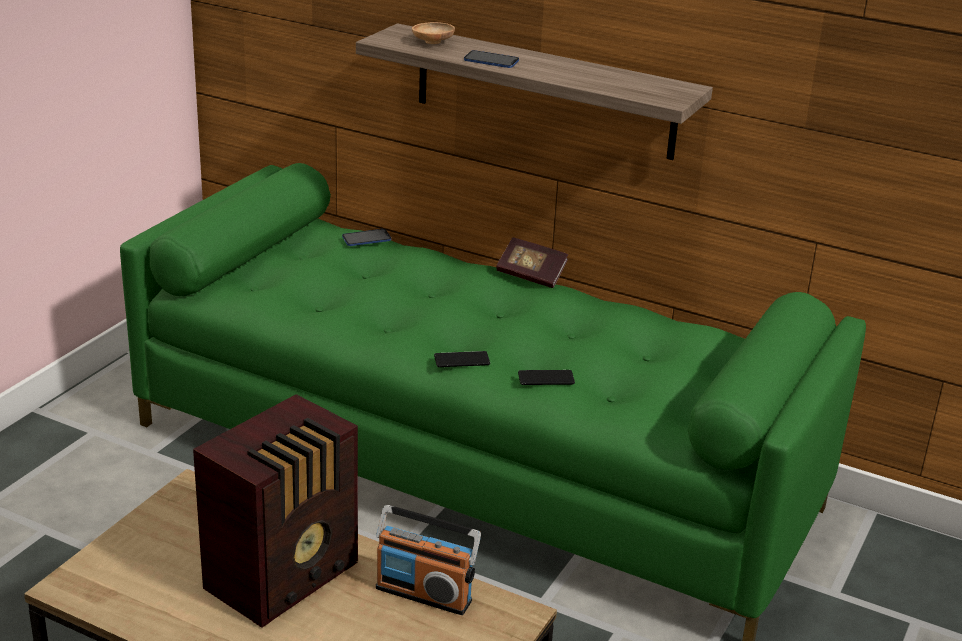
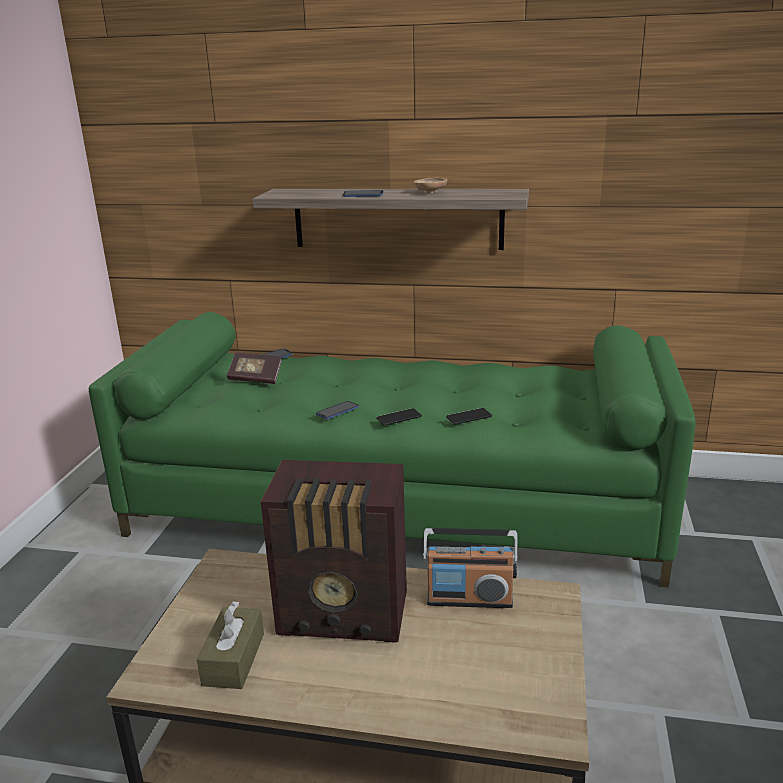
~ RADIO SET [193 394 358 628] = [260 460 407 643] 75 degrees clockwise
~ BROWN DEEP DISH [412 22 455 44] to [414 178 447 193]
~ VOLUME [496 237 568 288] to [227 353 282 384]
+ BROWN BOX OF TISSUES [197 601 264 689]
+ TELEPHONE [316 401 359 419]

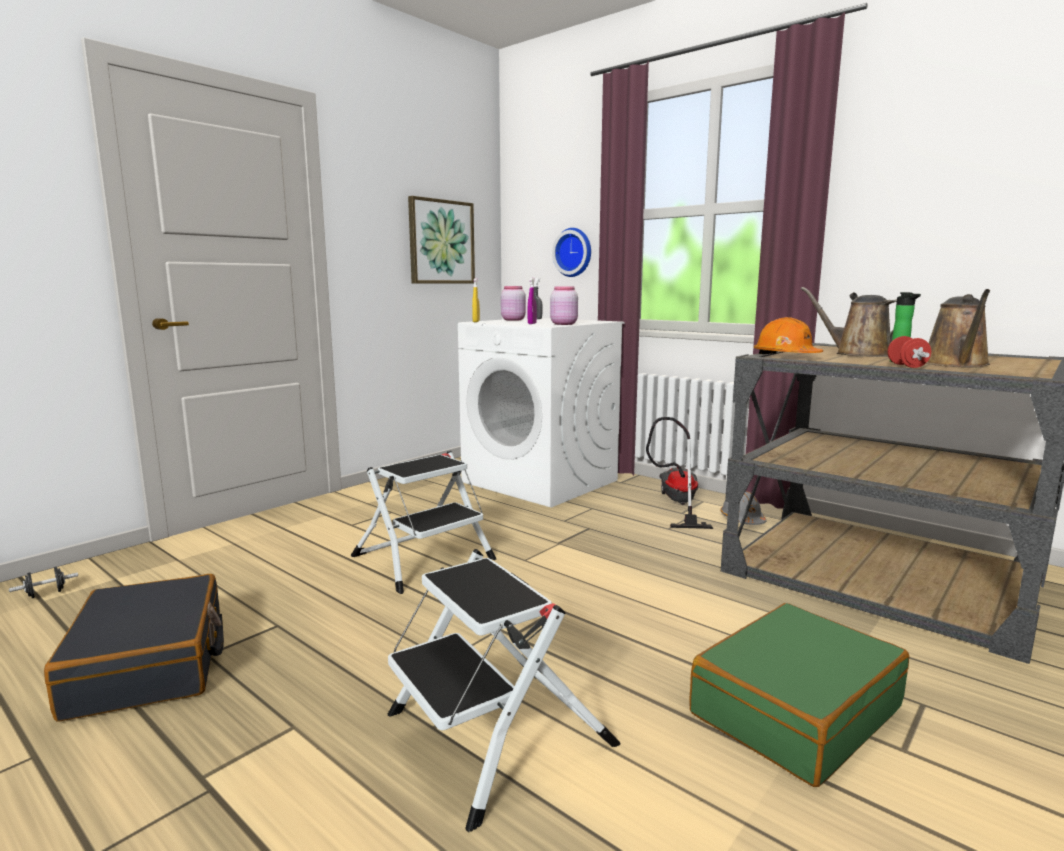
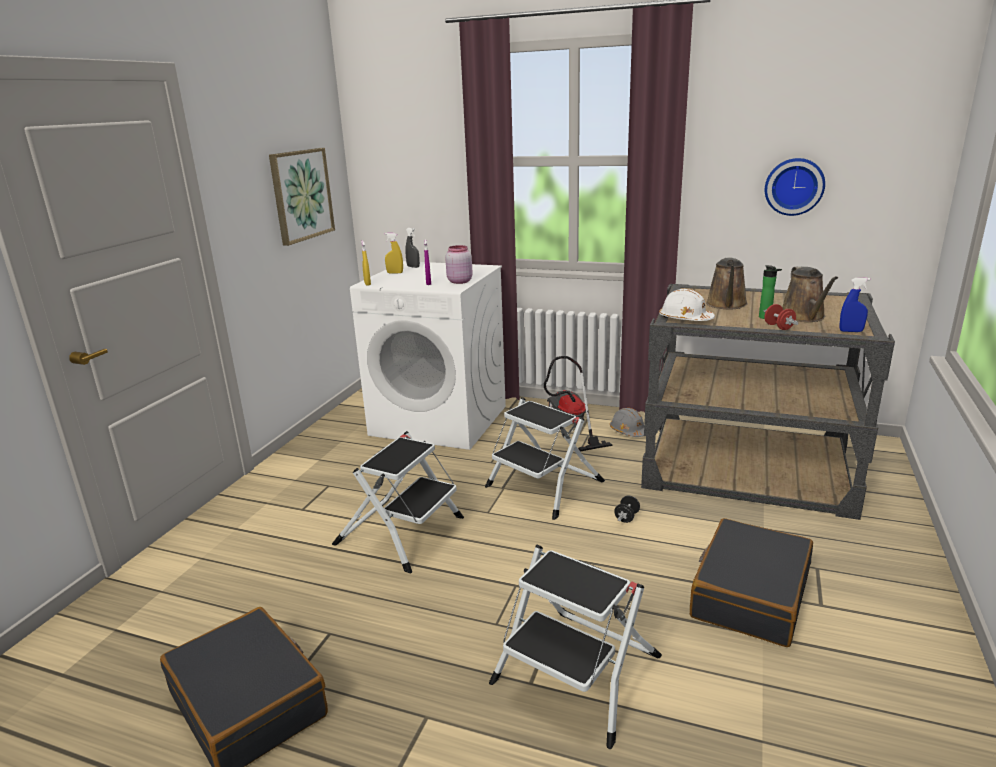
~ BLACK FREE WEIGHT [9 567 78 598] to [614 496 640 523]
~ PINK STORAGE JAR [501 286 526 321] to YELLOW HAND SPRAYER [385 233 403 274]
~ WALL CLOCK [552 228 591 277] to [765 158 825 216]
~ GREENISH TRAVEL CASE [689 603 909 787] to BLACK TRAVEL CASE [690 518 813 647]
~ ORANGE WORK HELMET [754 317 823 354] to WHITE WORK HELMET [659 289 715 321]
~ BROWN WATERING POT [801 287 897 357] = [706 257 748 310] 105 degrees counterclockwise
+ STEPLADDER [485 397 605 520]
+ BLUISH HAND SPRAYER [840 278 870 332]

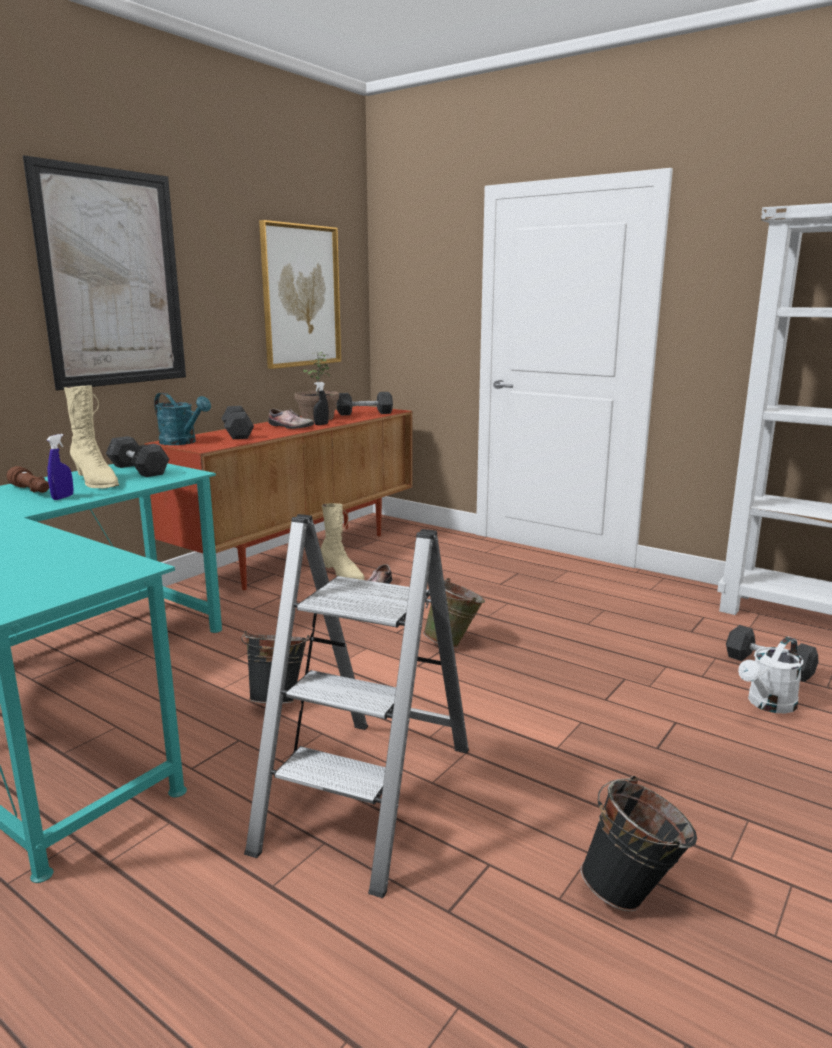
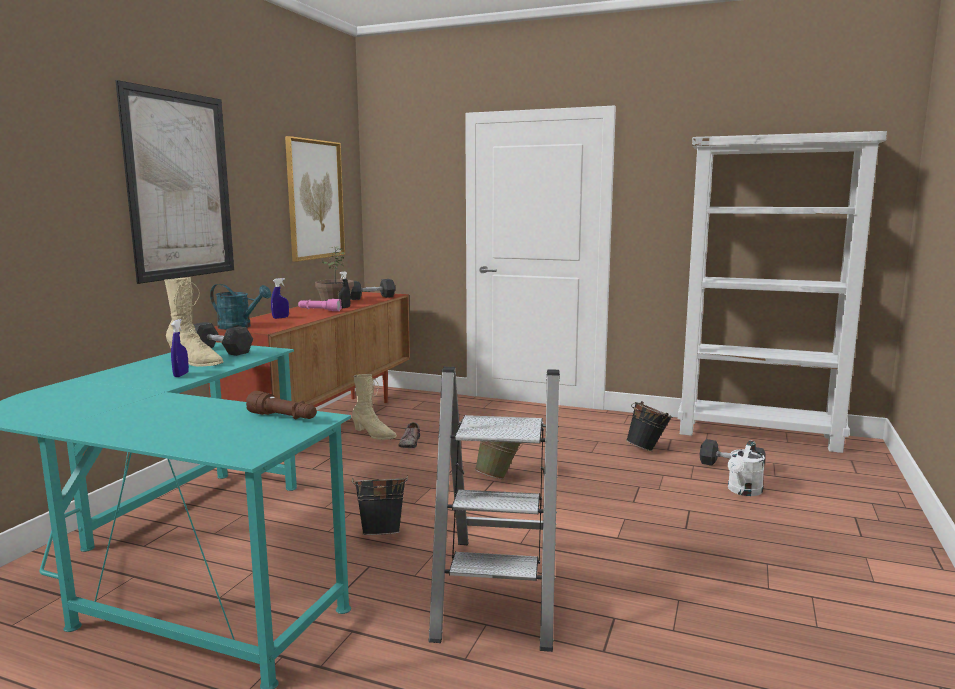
~ BROWN FLASHLIGHT [7 466 49 493] to [246 391 317 419]
~ GREYISH FREE WEIGHT [221 406 254 439] to BLUISH HAND SPRAYER [271 278 289 319]
~ ITEM OF FOOTWEAR [268 409 314 429] to PINK FLASHLIGHT [298 299 342 311]
~ BLACK PAIL [581 776 697 911] to [626 401 673 451]

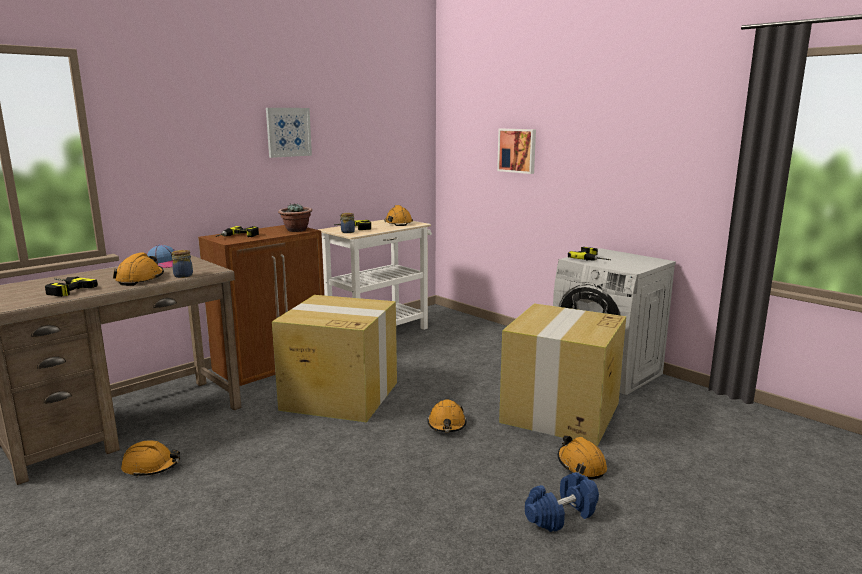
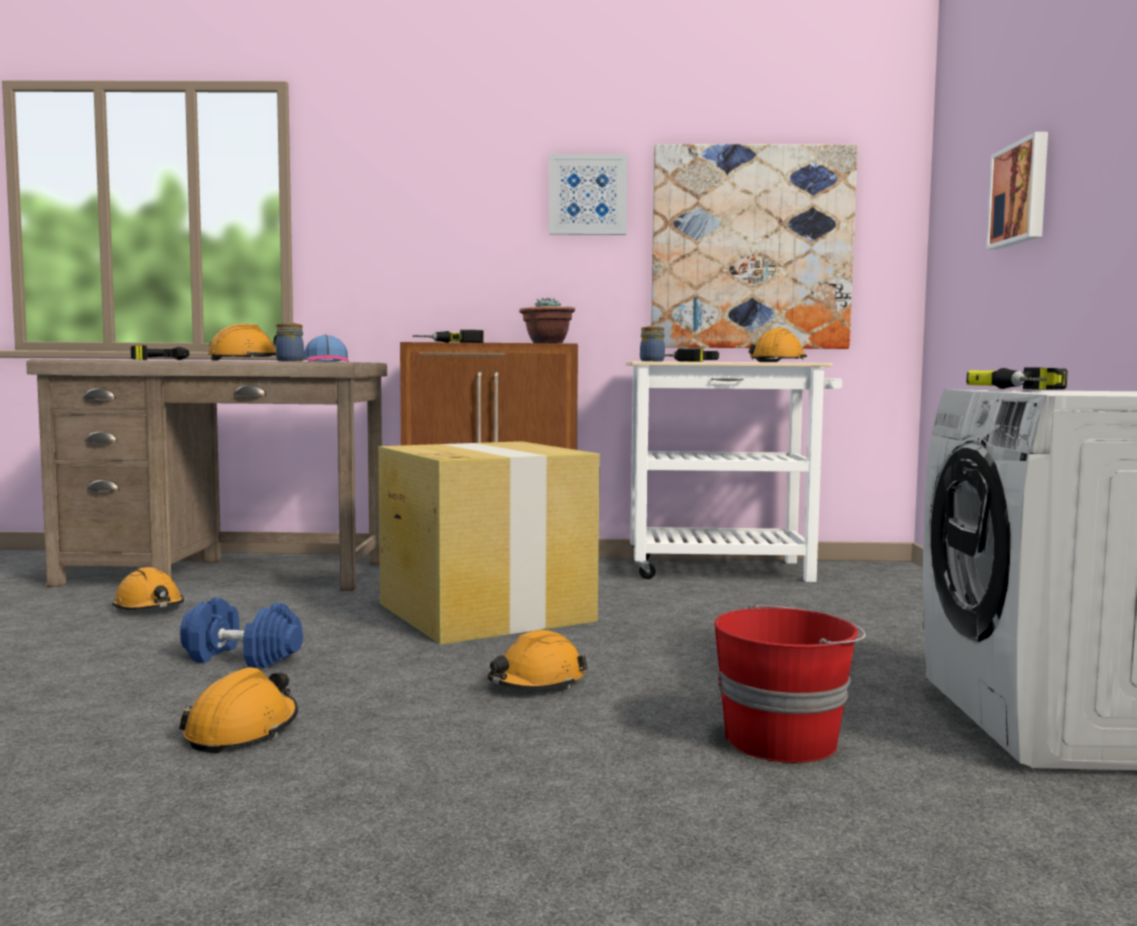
~ CARTON [499 303 626 446] to RED PAIL [714 604 865 763]
~ BLUISH FREE WEIGHT [525 472 599 532] to [180 598 303 668]
~ ORANGE WORK HELMET [558 435 607 479] to [179 667 298 753]
+ WALL PICTURE [651 144 857 349]

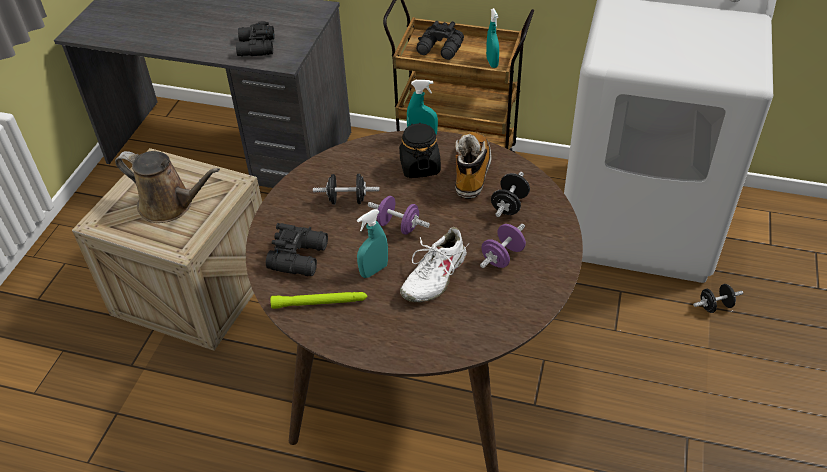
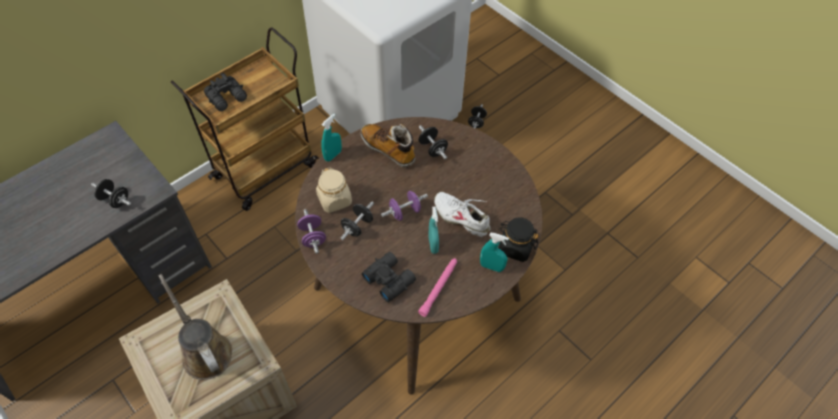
~ BROWN WATERING POT [115 151 220 223] = [159 274 232 380] 90 degrees counterclockwise
~ BLACK BINOCULARS [236 21 275 57] to BLACK FREE WEIGHT [91 179 131 208]
~ GREENISH FLASHLIGHT [271 292 367 309] to PINK FLASHLIGHT [418 258 457 317]
~ BLACK STORAGE JAR [399 123 441 178] to [498 217 539 262]
~ WHITE ITEM OF FOOTWEAR [400 227 468 302] = [434 192 490 237] 150 degrees clockwise
~ PURPLISH FREE WEIGHT [480 224 526 268] to [297 209 326 254]
~ TURQUOISE HAND SPRAYER [486 8 499 68] to [480 233 509 272]
+ BEIGE STORAGE JAR [316 168 352 213]

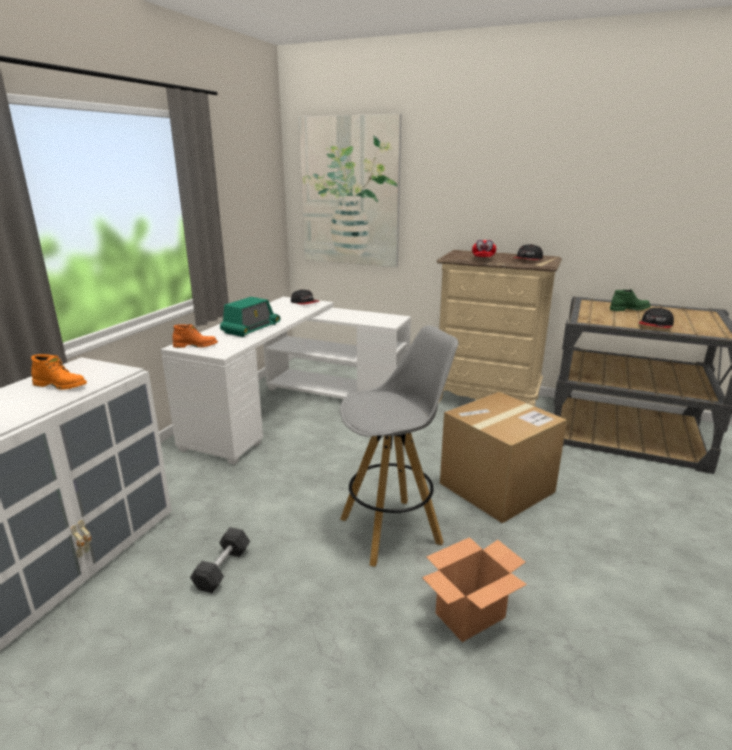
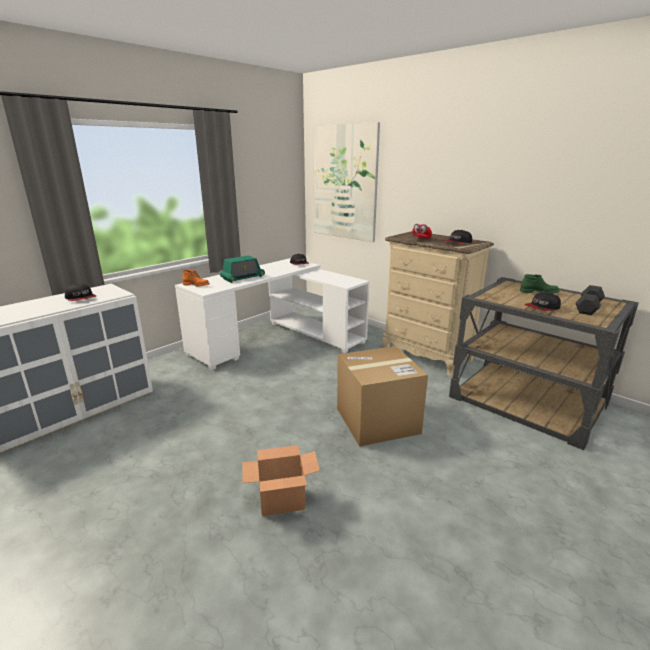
~ ORANGE BOOT [31 354 87 390] to BASEBALL CAP [65 283 96 301]
~ BLACK FREE WEIGHT [190 527 250 593] to [575 285 605 315]
- GREYISH SITTING STOOL [340 325 459 567]

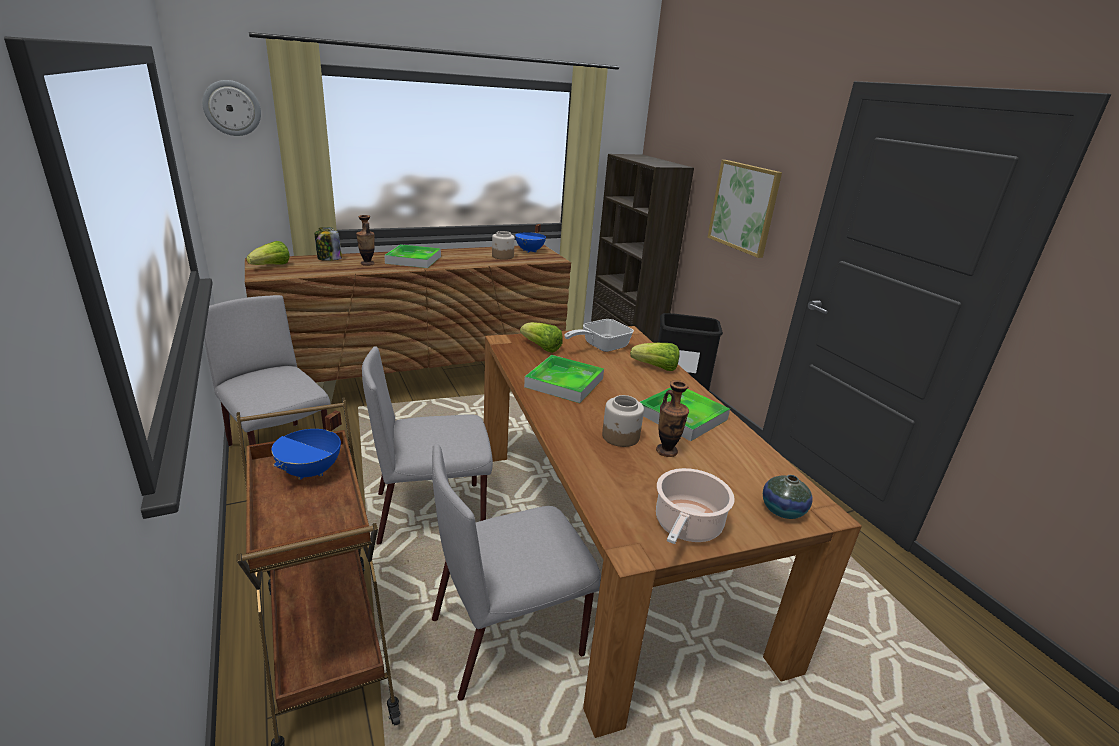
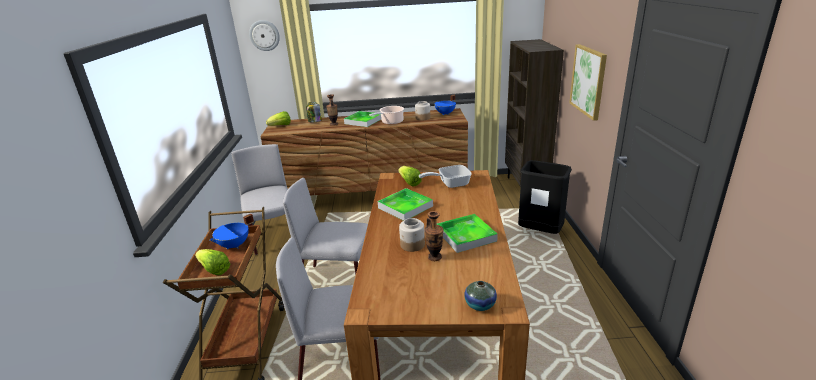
~ LETTUCE HEAD [630 343 680 371] to [195 249 230 275]
~ SAUCEPOT [656 468 735 544] to [369 106 404 125]

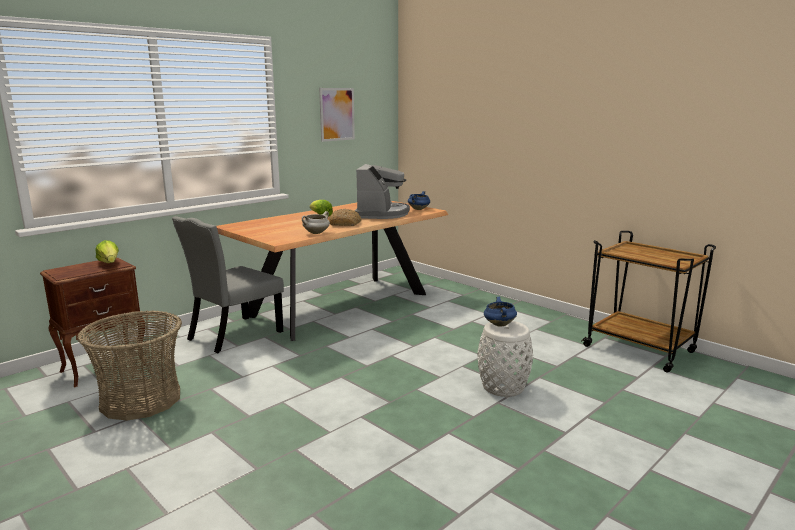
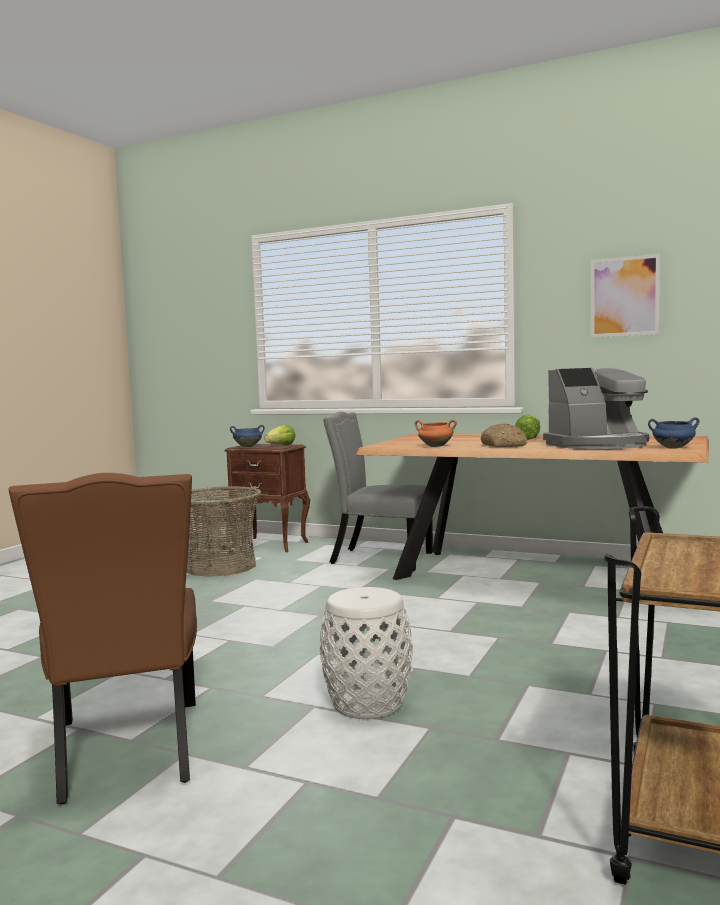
~ WHITE SAUCEPOT [302 211 330 234] to ORANGE SAUCEPOT [415 419 457 447]
~ BLUISH SAUCEPOT [484 297 517 327] to [230 425 265 447]
+ BROWN UPRIGHT CHAIR [8 473 197 805]

